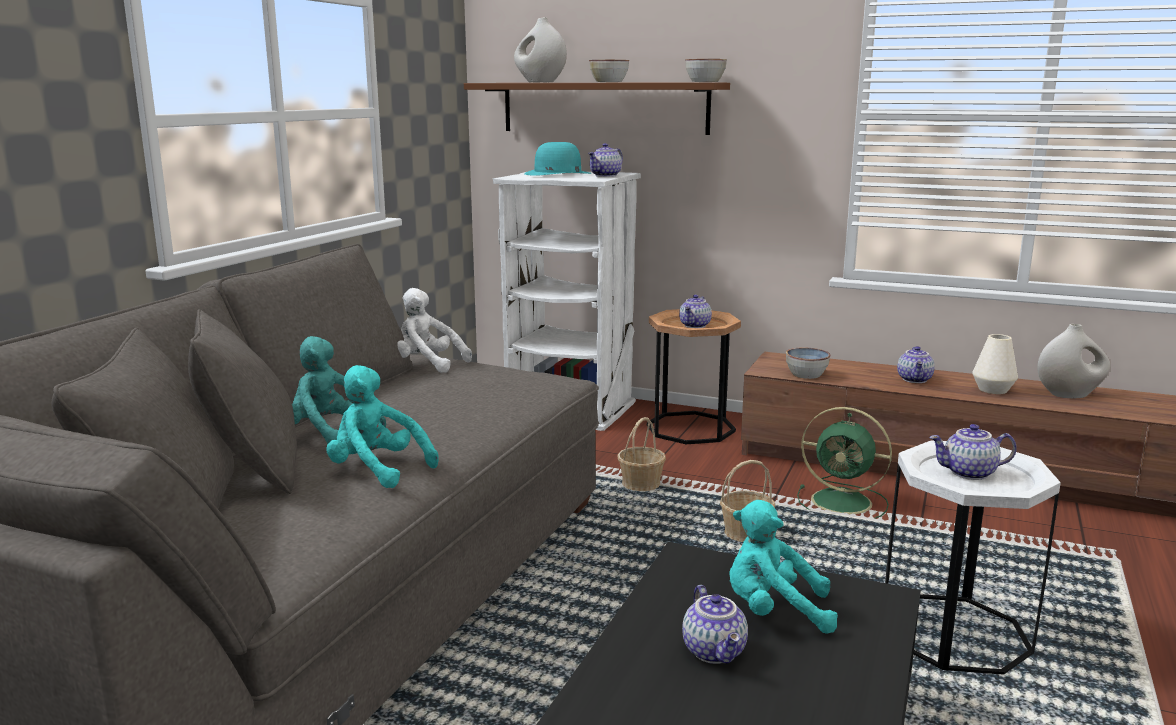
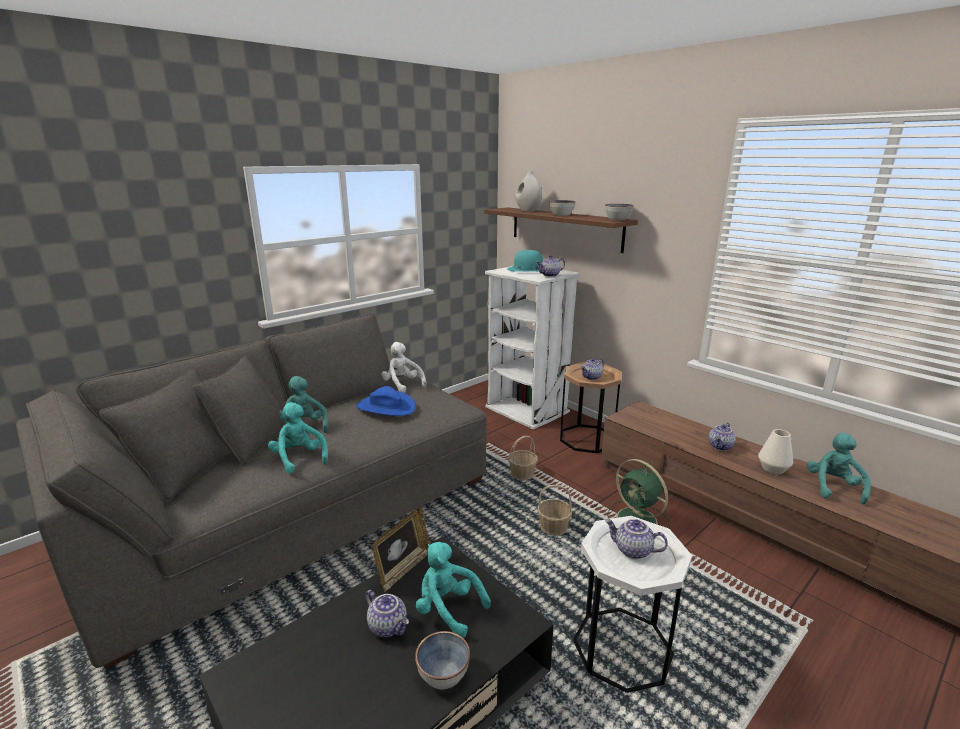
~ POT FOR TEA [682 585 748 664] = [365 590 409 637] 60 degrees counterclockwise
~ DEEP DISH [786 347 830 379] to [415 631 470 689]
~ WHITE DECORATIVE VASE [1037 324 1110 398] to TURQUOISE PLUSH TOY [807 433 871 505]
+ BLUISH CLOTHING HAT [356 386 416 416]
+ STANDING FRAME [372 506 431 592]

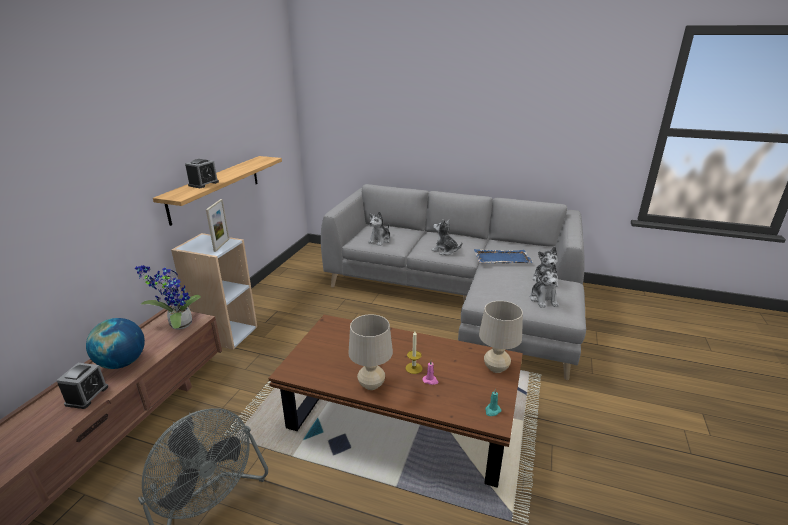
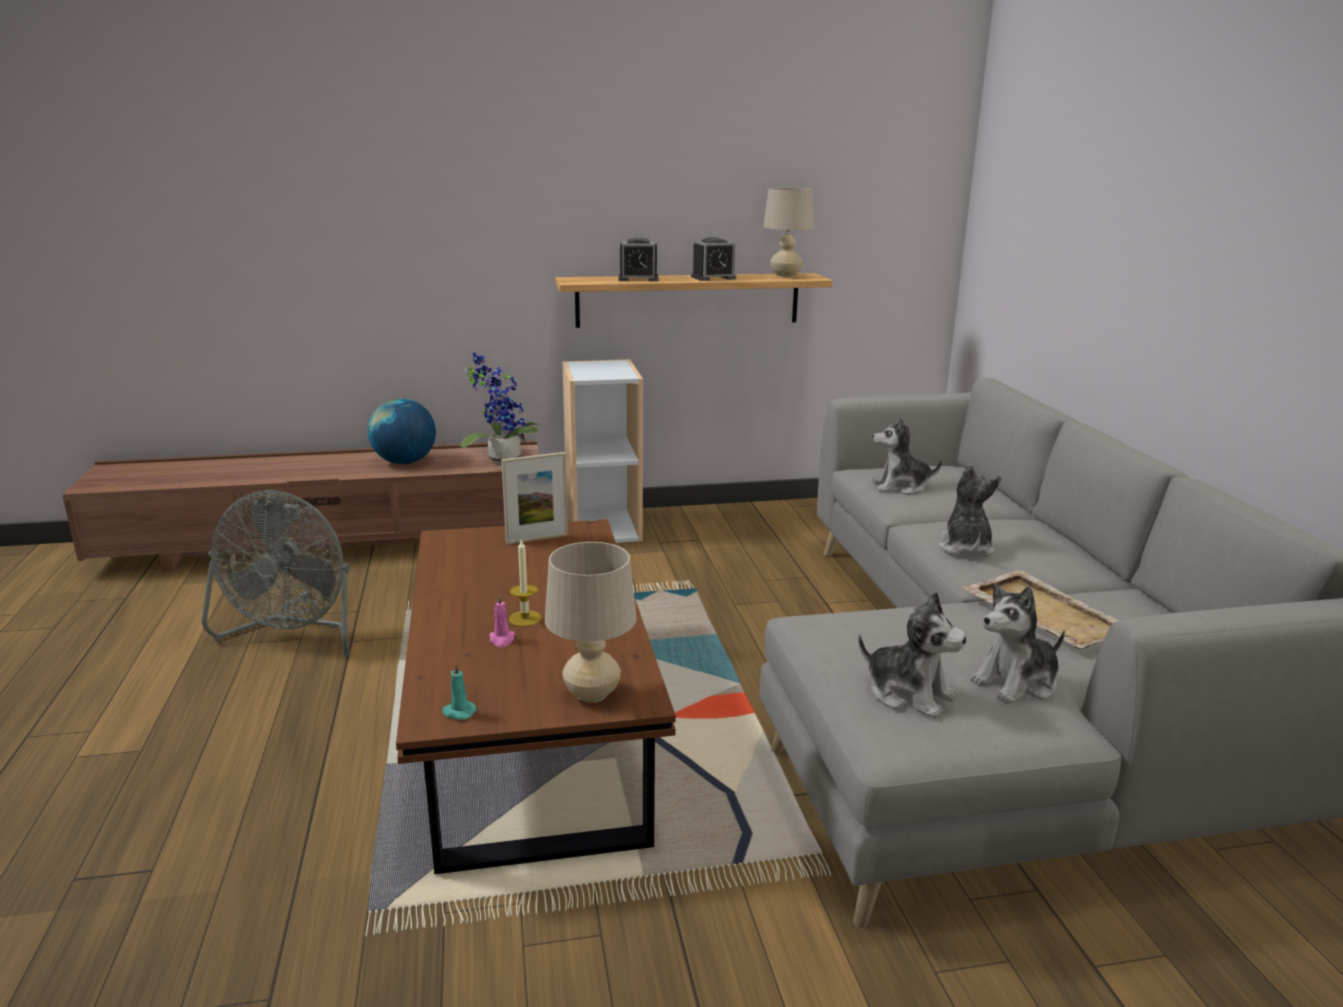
~ ALARM CLOCK [56 363 108 409] to [691 237 736 281]
~ STANDING FRAME [206 199 229 252] to [501 452 568 545]
~ BEIGE TABLETOP LAMP [348 314 393 390] to [763 187 814 278]
~ BLUISH CARRYING TRAY [474 249 533 263] to BEIGE CARRYING TRAY [961 570 1119 649]
~ PLUSH TOY [530 264 559 308] = [858 591 967 718] 105 degrees counterclockwise

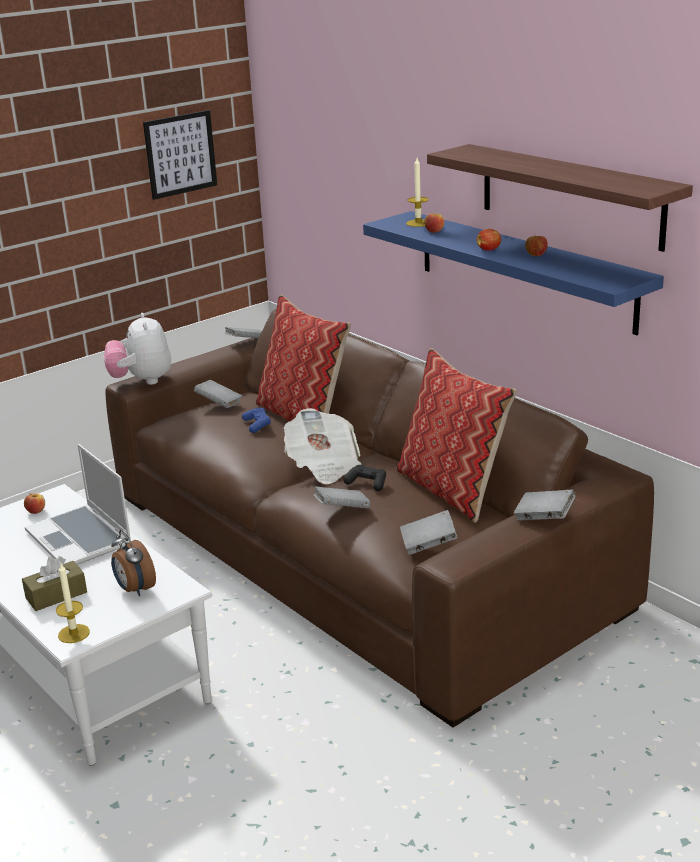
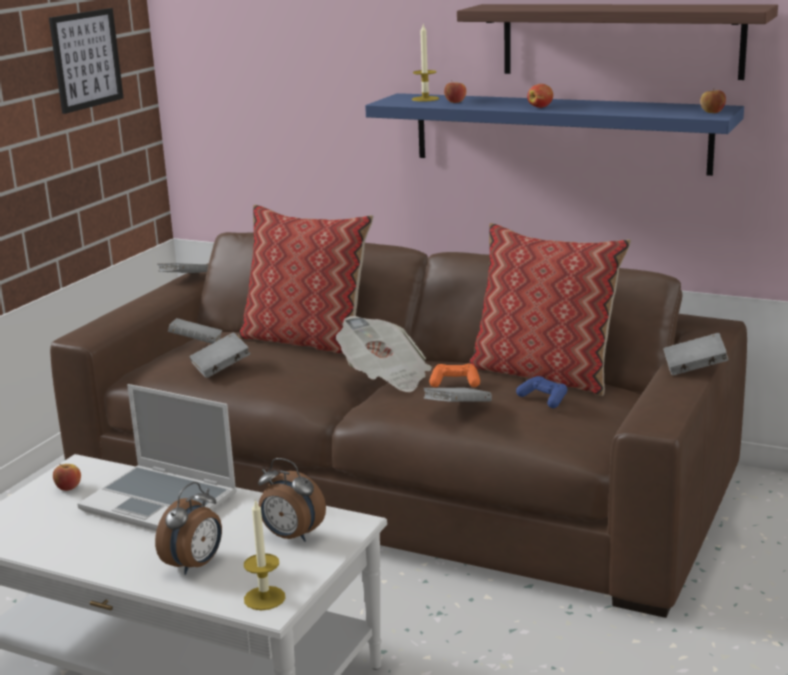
~ BROWN BOX OF TISSUES [22 556 87 611] to ALARM CLOCK [155 482 222 575]
- PLUSH TOY [104 313 171 385]
~ BLUISH GAME CONTROLLER [242 408 271 433] to [516 376 567 408]
~ BLACK GAME CONTROLLER [343 465 386 491] to ORANGE GAME CONTROLLER [429 364 480 387]
~ GREYISH VOLUME [400 510 457 555] to [189 332 251 378]
~ APPLE [525 236 548 256] to [700 88 726 113]

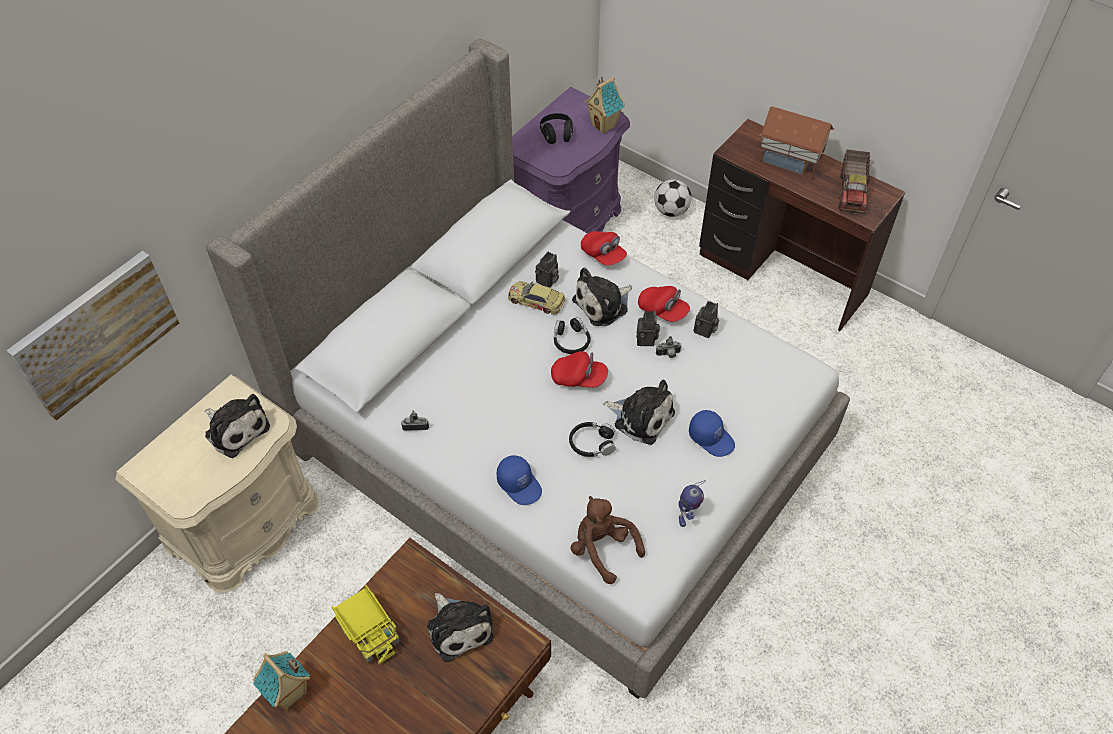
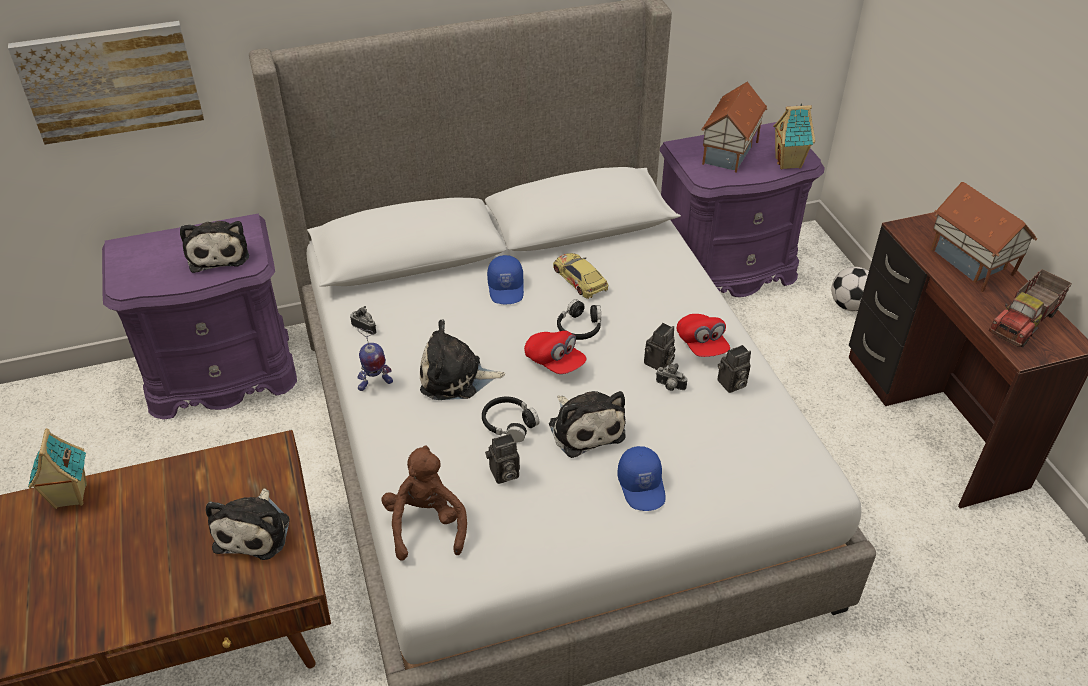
~ BEIGE BEDSIDE TABLE [115 375 319 593] to PURPLISH BEDSIDE TABLE [102 213 297 420]
- MODEL TRUCK [332 585 400 664]
~ BLUISH BASEBALL CAP [497 455 542 505] to [487 255 524 304]
~ PHOTO CAMERA [535 252 559 288] to [485 434 520 484]
~ BLACK HEADSET [540 113 573 144] to MODEL HOUSE [701 82 767 173]
~ PLUSH TOY [572 267 632 326] to [420 320 505 400]
- RED BASEBALL CAP [581 231 627 266]
~ TOY ROBOT [678 480 706 527] to [357 328 393 391]

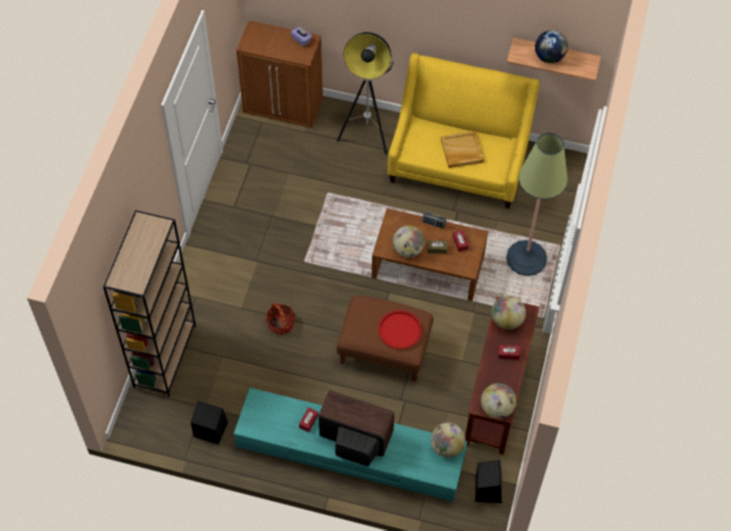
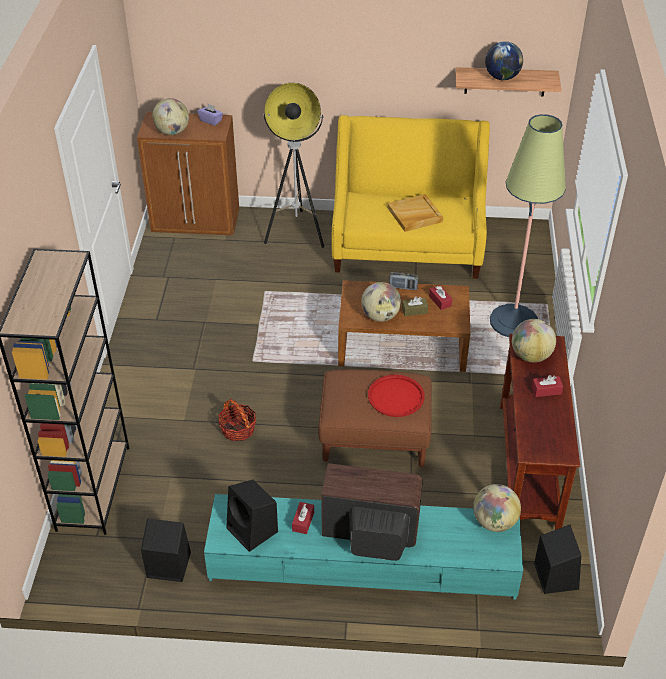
~ WORLD GLOBE [481 383 516 419] to [152 98 189 135]
+ BLACK AUDIO SPEAKER [226 480 278 552]

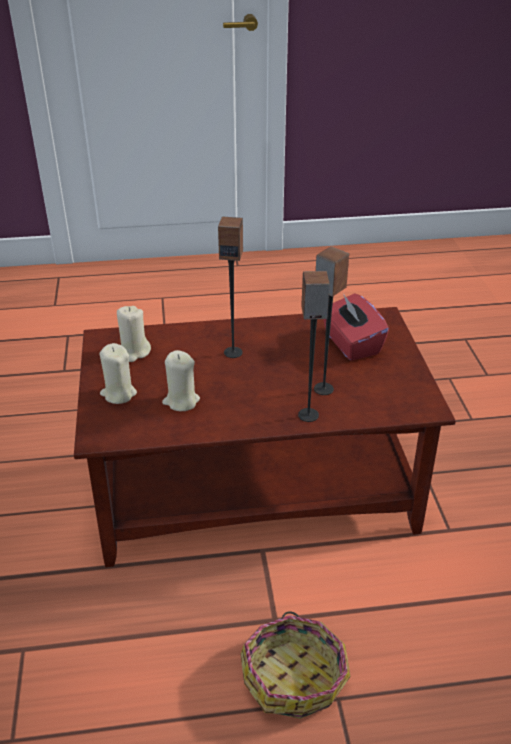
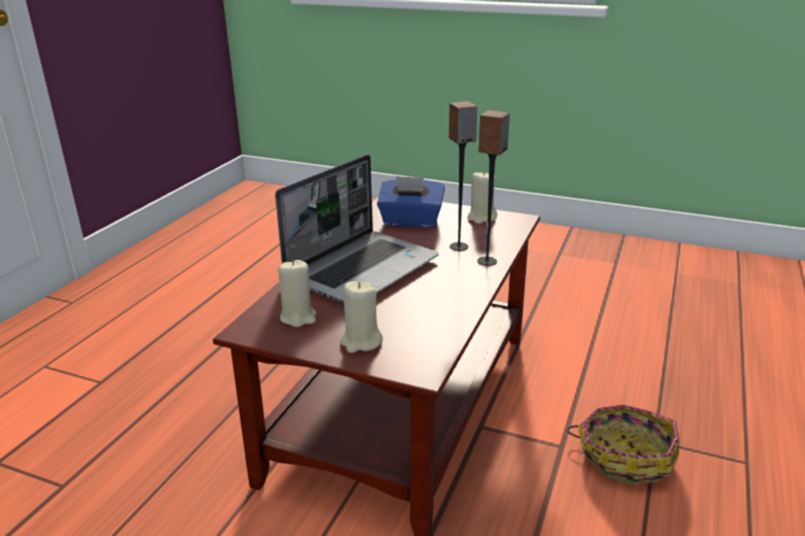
~ BEIGE WAX CANDLE [162 350 200 411] to [467 171 497 224]
~ AUDIO SPEAKER [218 216 243 358] to PORTABLE COMPUTER [275 154 439 304]
~ RED BOX OF TISSUES [323 293 389 361] to BLUISH BOX OF TISSUES [377 176 445 227]

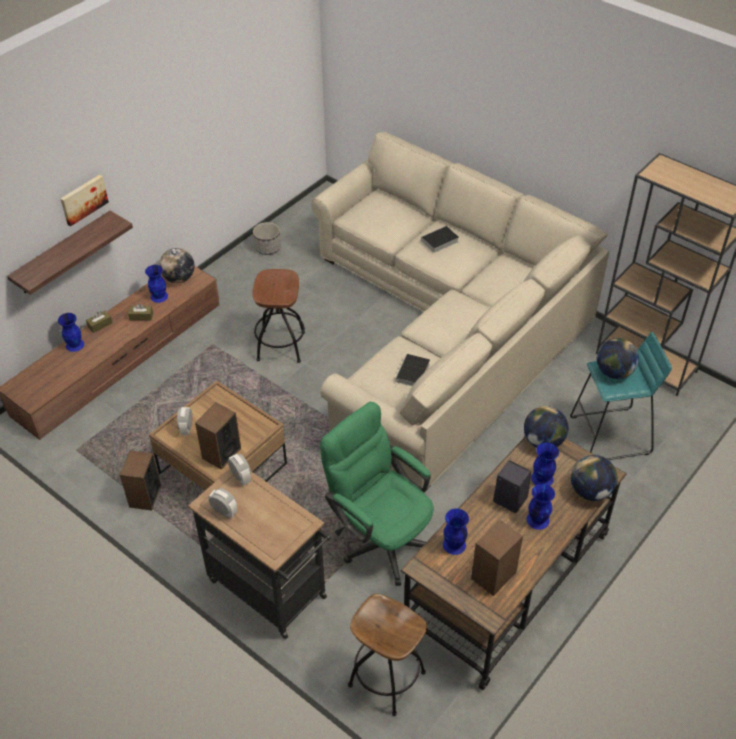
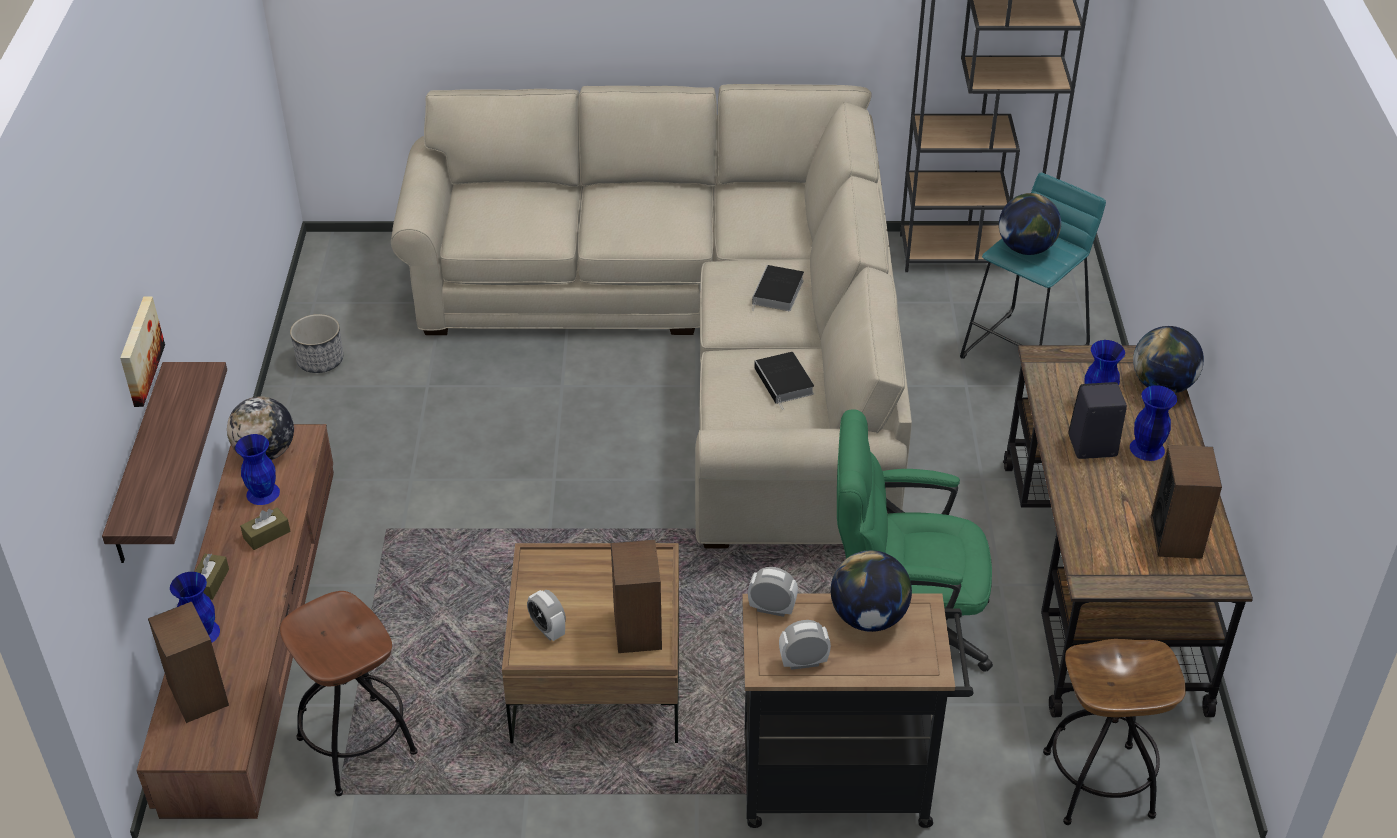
~ AUDIO SPEAKER [120 450 161 511] to [148 601 229 723]
~ BROWN SITTING STOOL [252 269 305 363] to [280 591 418 796]
~ VOLUME [417 226 459 253] to [752 265 804 311]
- BLUISH DECORATIVE VASE [443 508 469 555]
~ WORLD GLOBE [524 406 568 448] to [831 550 912 632]

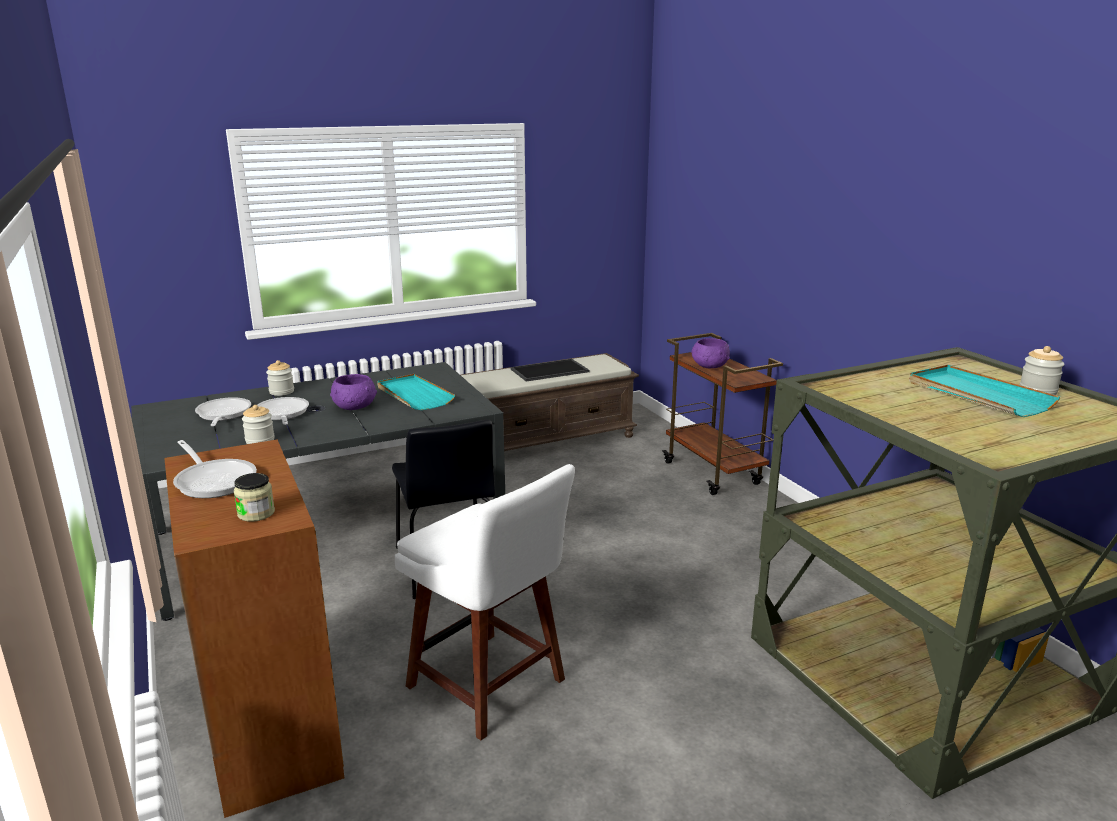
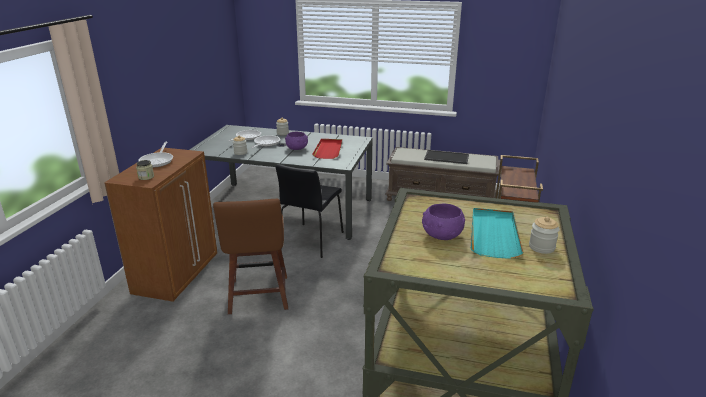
~ TURQUOISE CARRYING TRAY [377 374 455 410] to RED CARRYING TRAY [312 139 342 159]
~ WHITE SITTING STOOL [395 464 575 740] to BROWN SITTING STOOL [213 199 288 314]
~ PURPLISH DEEP DISH [691 338 730 368] to [422 204 465 240]

